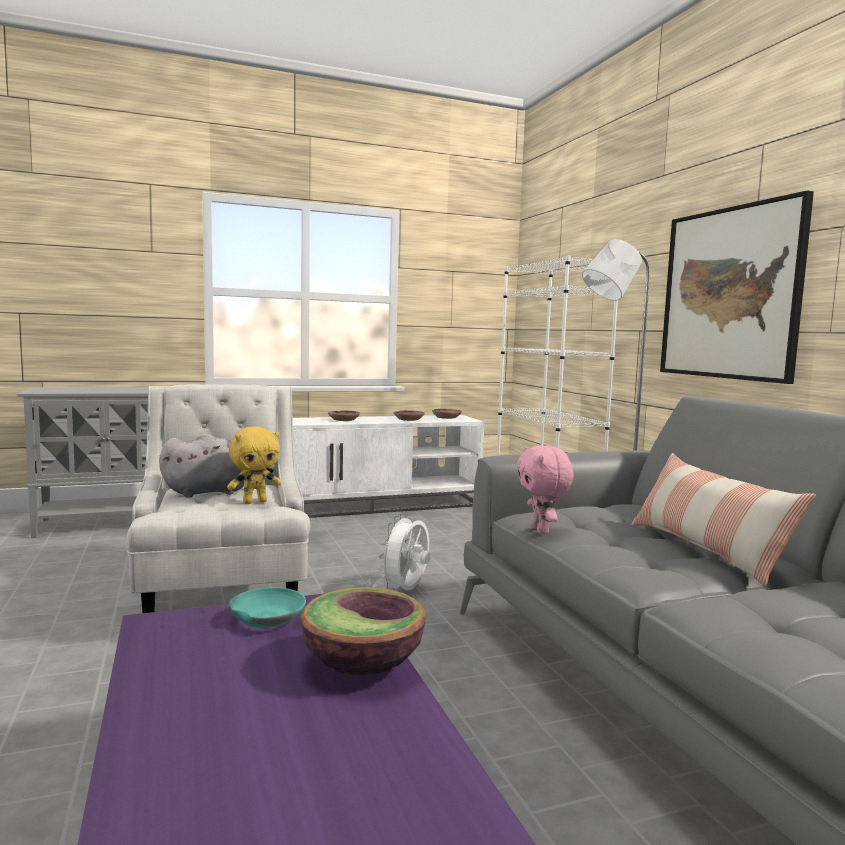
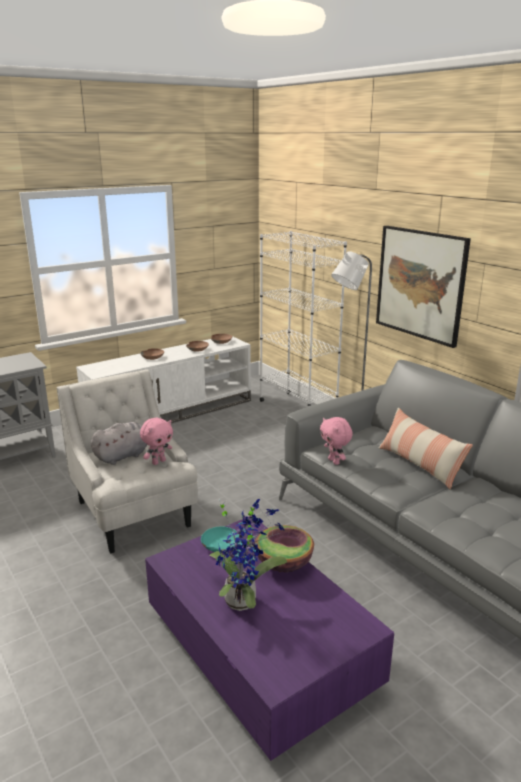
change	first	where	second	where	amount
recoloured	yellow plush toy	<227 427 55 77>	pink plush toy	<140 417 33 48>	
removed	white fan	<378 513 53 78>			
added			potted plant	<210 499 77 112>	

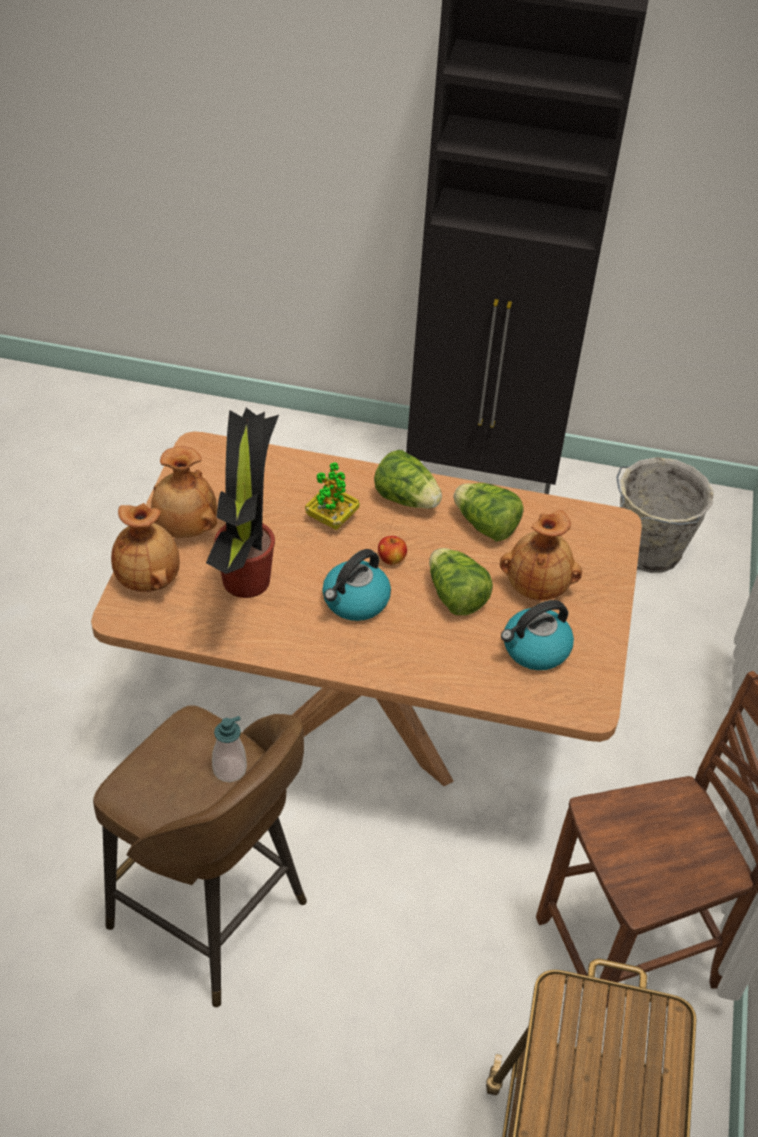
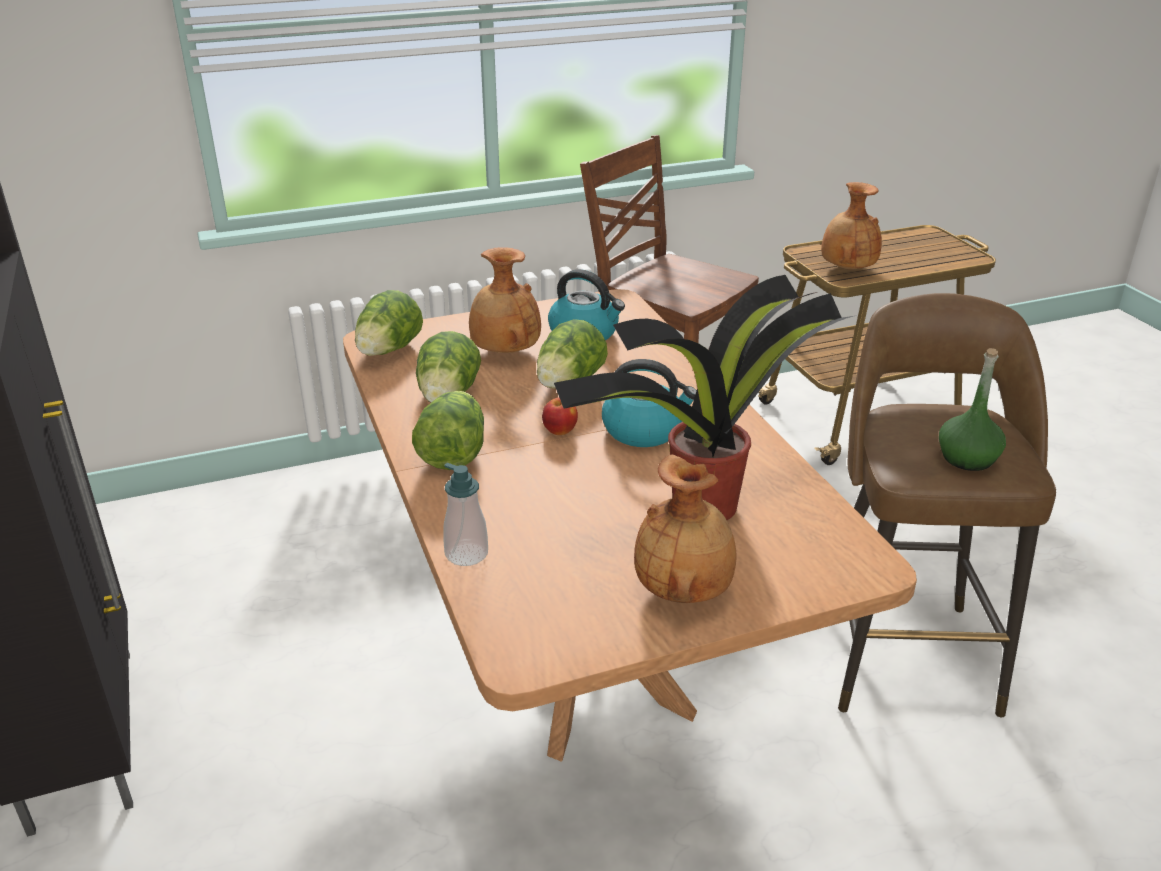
change	first	where	second	where	amount
removed	grey bucket	<616 457 98 116>			
removed	potted plant	<305 462 55 68>			
moved	brown vase	<111 503 69 89>		<821 182 61 87>	
moved	soap dispenser	<212 716 35 66>		<444 463 44 103>	
added			lettuce	<355 290 68 66>	
added			green bottle	<939 348 67 123>	

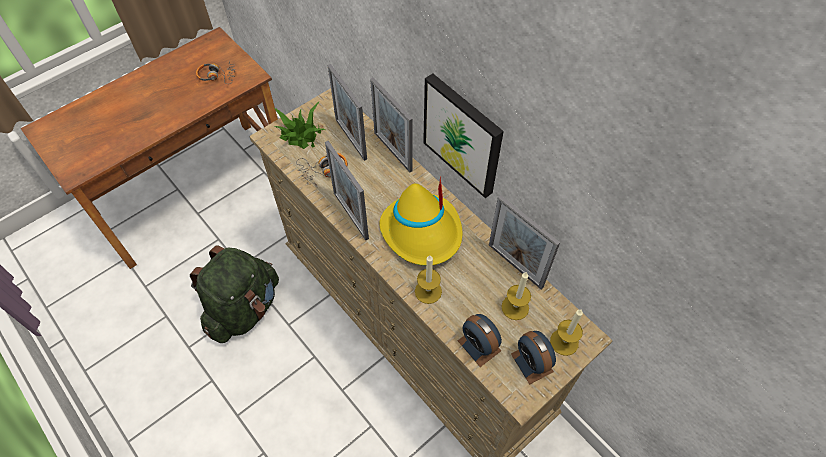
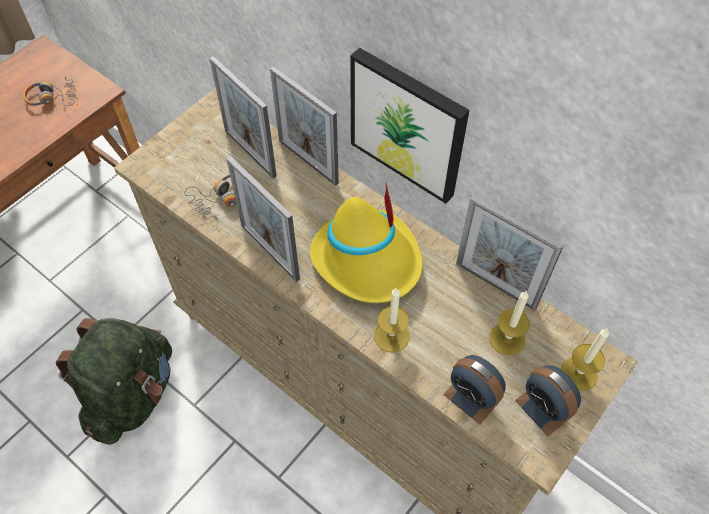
change	first	where	second	where	amount
removed	potted plant	<274 101 51 48>			

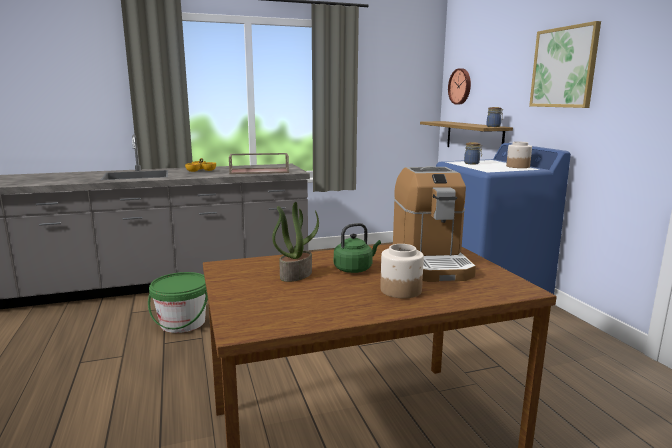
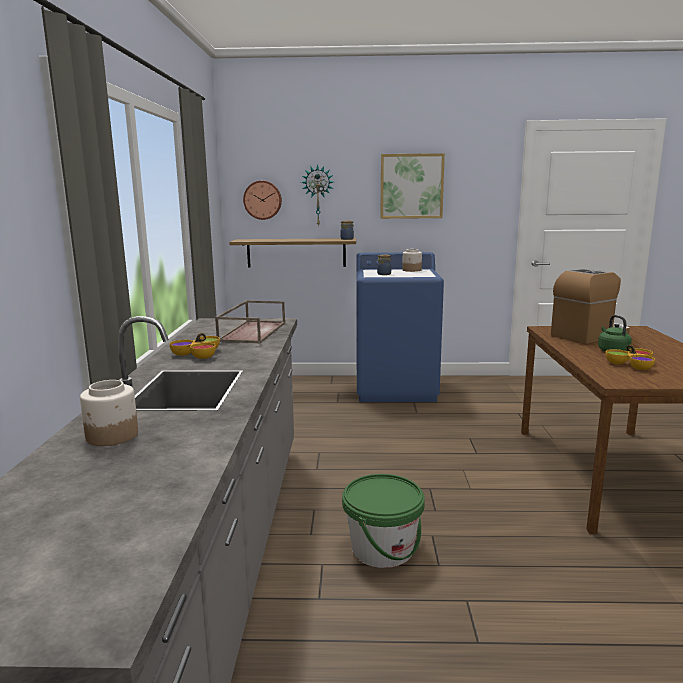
change	first	where	second	where	amount
turned	coffee machine	<393 166 83 116>		<551 269 79 75>	45 degrees counterclockwise
replaced	potted plant	<272 202 47 80>	bowl	<605 345 50 25>	
moved	jar	<380 244 44 55>		<80 380 58 66>	
added			wall clock	<301 164 32 63>	

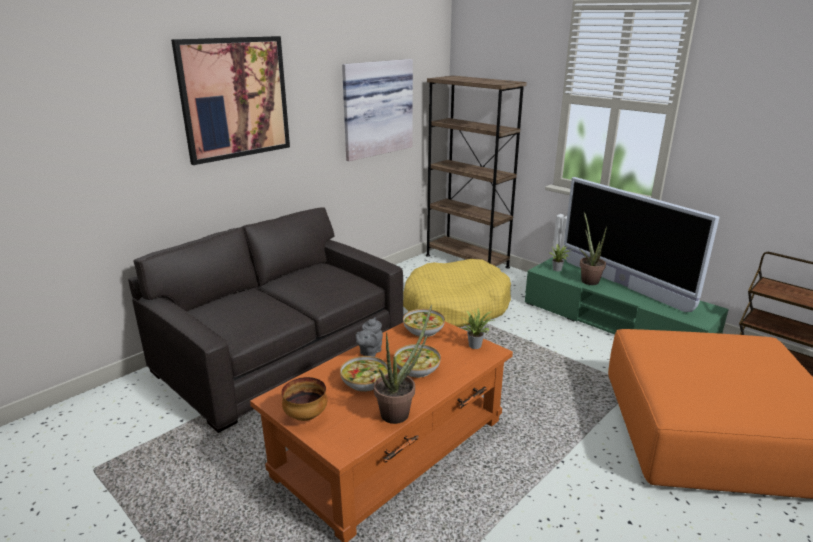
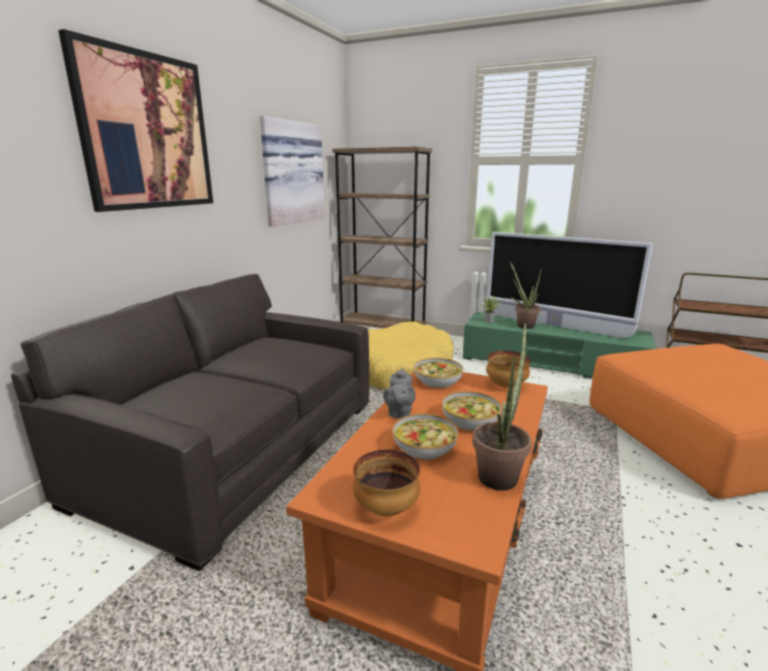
change	first	where	second	where	amount
replaced	potted plant	<460 308 34 41>	bowl	<486 351 45 37>	

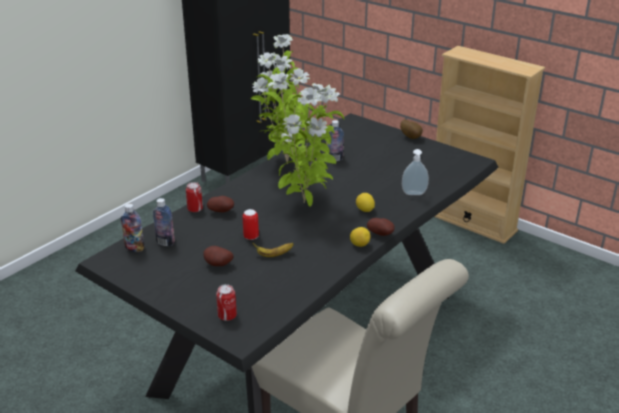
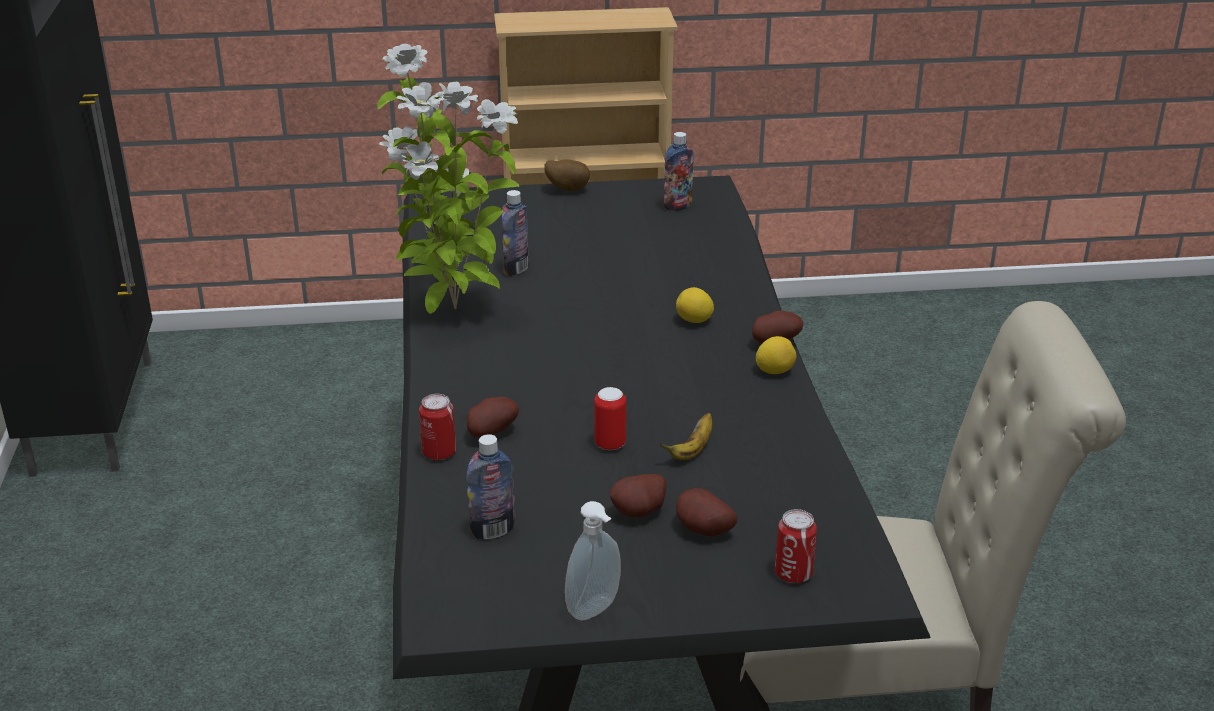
change	first	where	second	where	amount
removed	potted plant	<263 72 81 135>			
moved	soap dispenser	<402 149 27 46>		<565 501 56 119>	
moved	bottle	<121 204 24 48>		<664 132 30 79>	
added			potato	<676 488 61 48>	

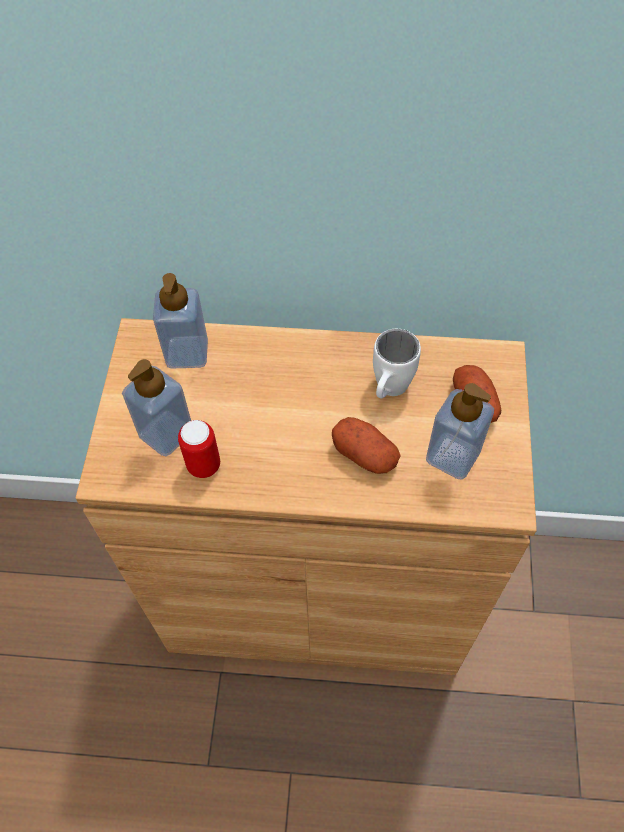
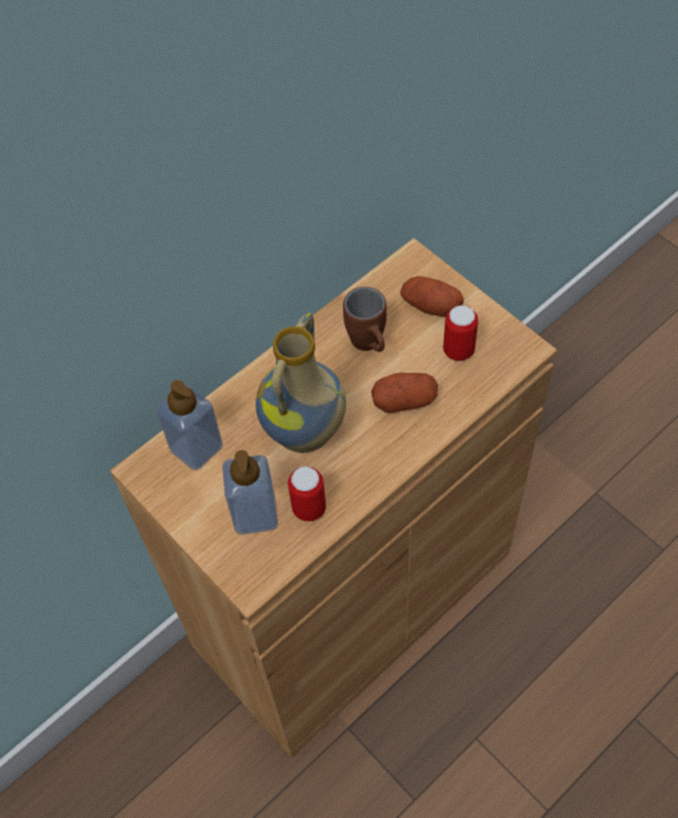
change	first	where	second	where	amount
recoloured	white mug	<373 329 48 69>	brown mug	<343 287 44 65>	
replaced	soap dispenser	<426 383 68 97>	can	<443 305 35 56>	
added			vase	<256 313 90 140>	

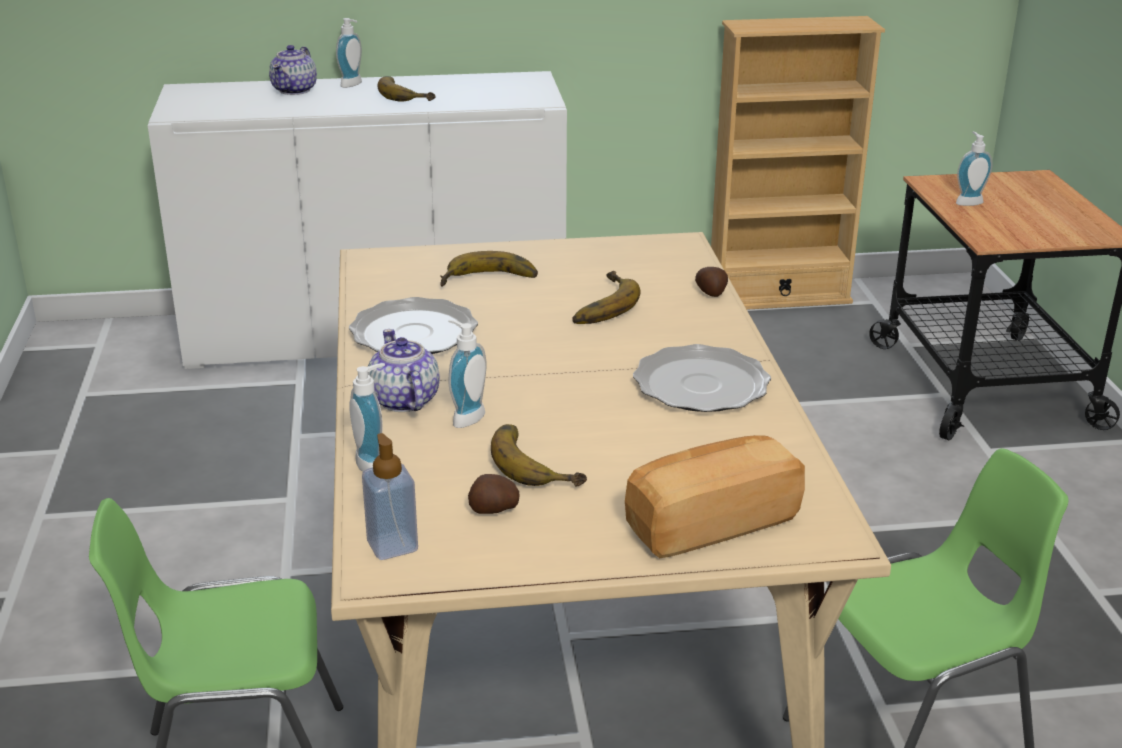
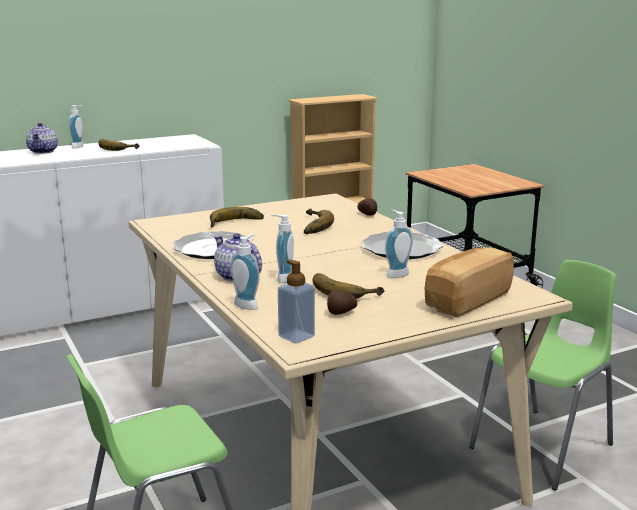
change	first	where	second	where	amount
moved	soap dispenser	<956 132 36 74>		<385 210 28 68>	

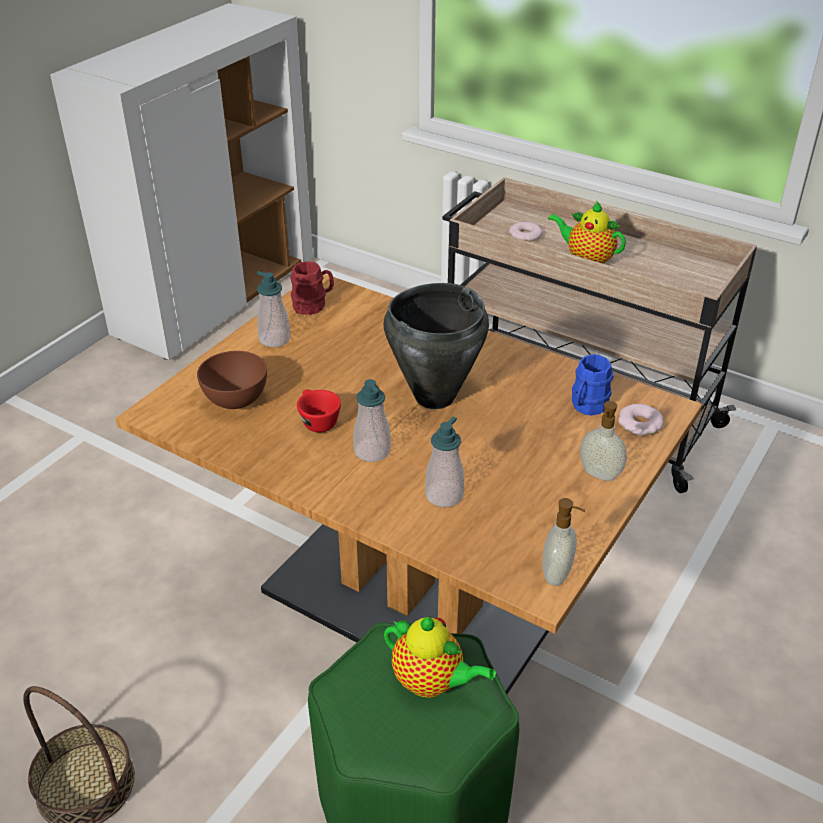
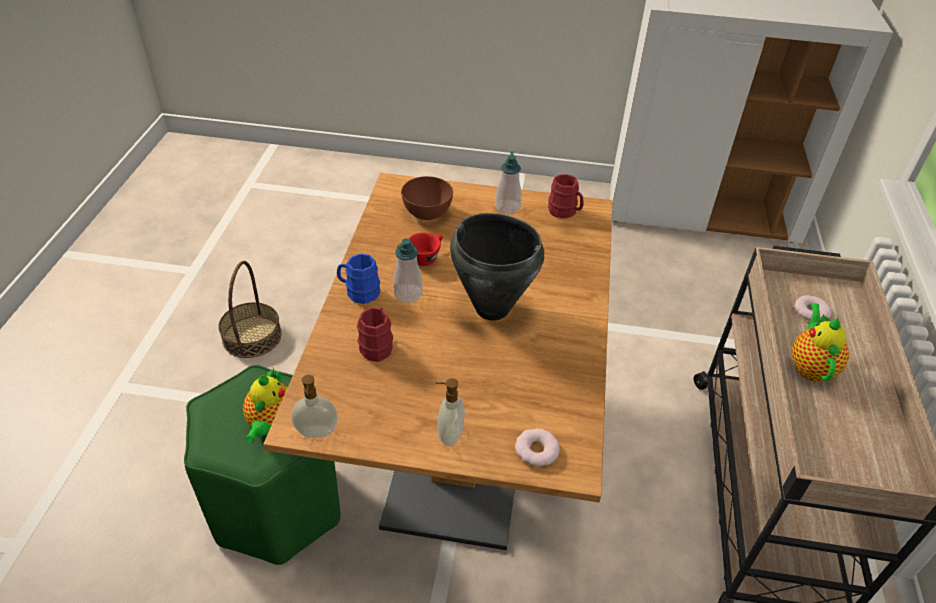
change	first	where	second	where	amount
moved	blue mug	<572 354 41 62>		<337 253 43 51>	
replaced	soap dispenser	<425 417 39 90>	red mug	<357 307 36 55>	

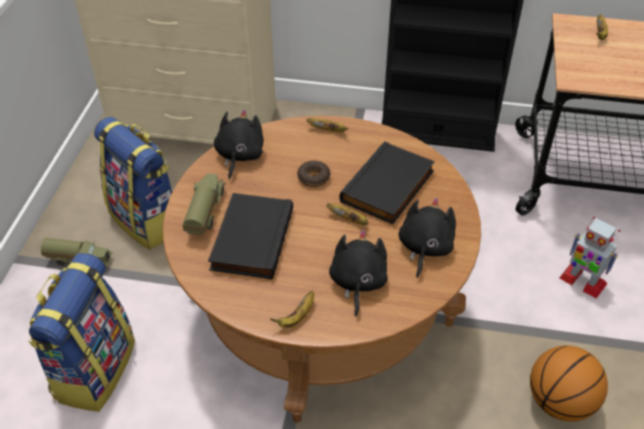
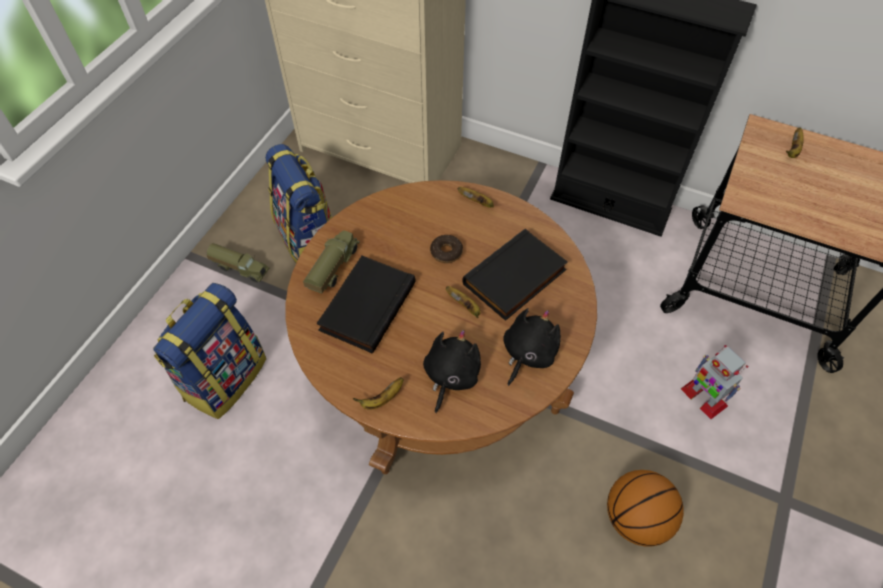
change	first	where	second	where	amount
removed	black plush toy	<214 109 50 71>			

